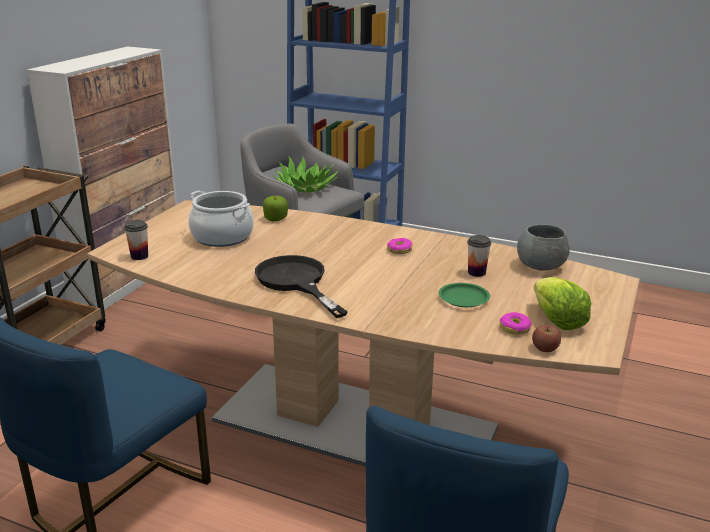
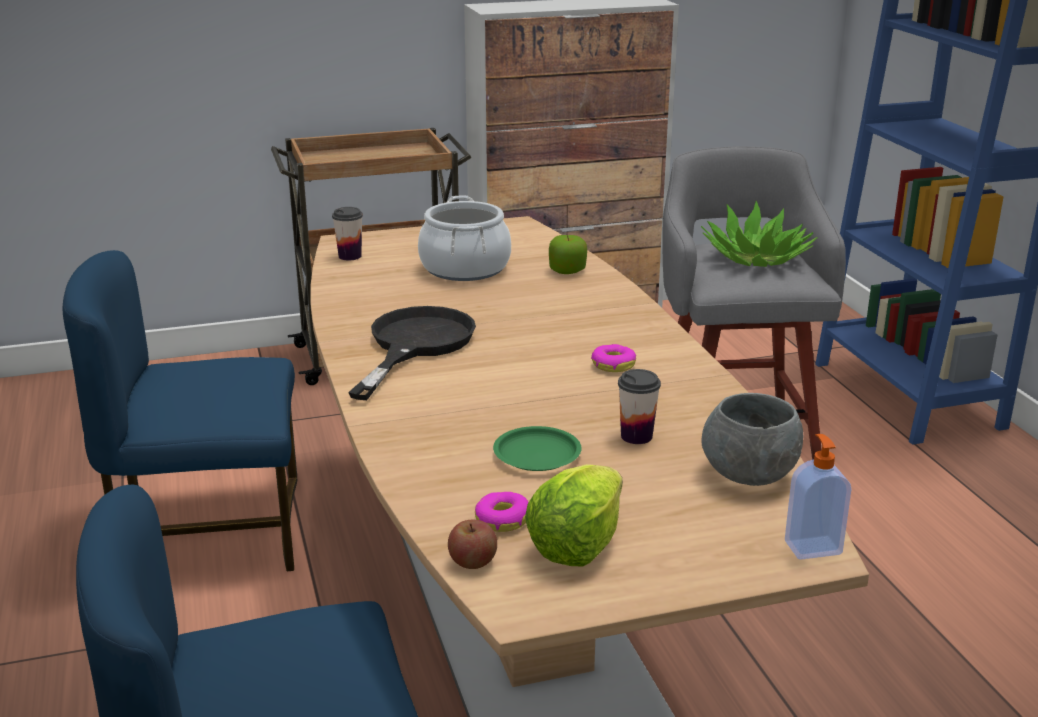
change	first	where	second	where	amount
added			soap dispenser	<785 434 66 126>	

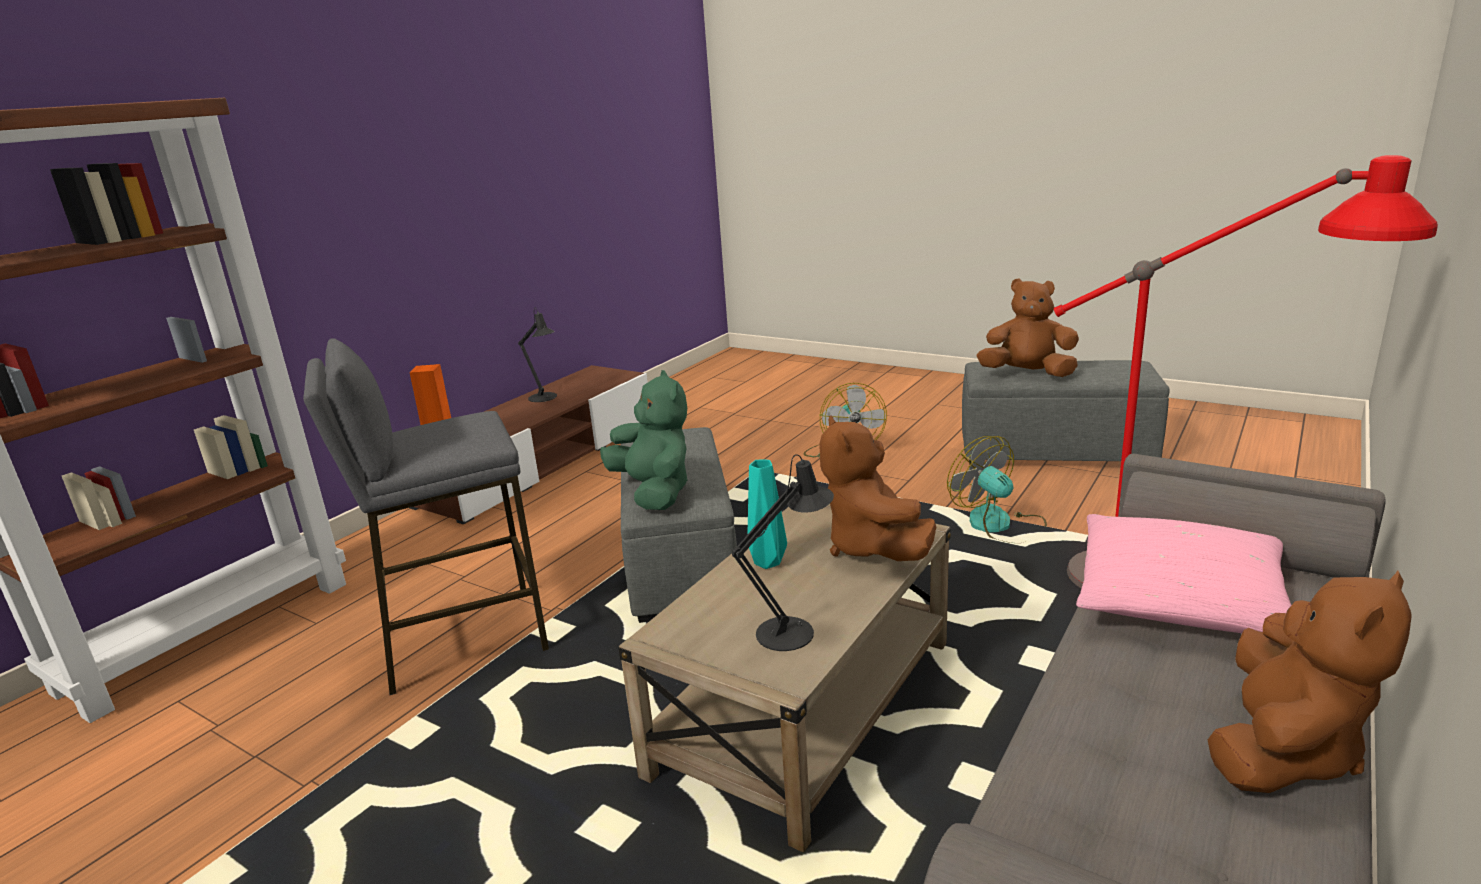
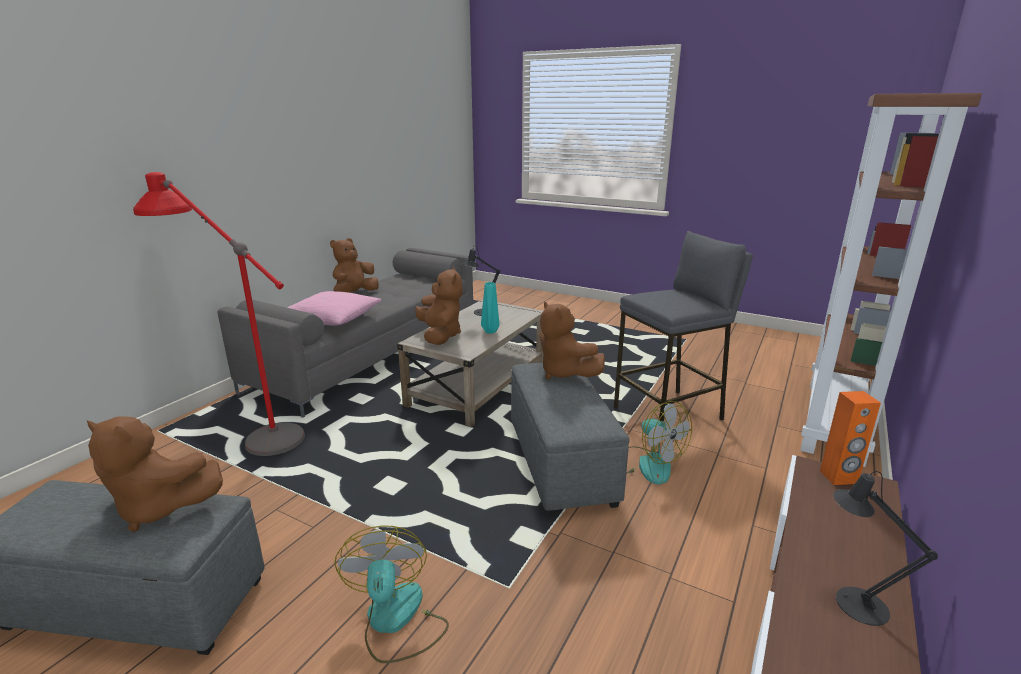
change	first	where	second	where	amount
recoloured	green plush toy	<600 370 88 140>	brown plush toy	<540 301 65 79>	
moved	fan	<947 436 100 107>		<626 401 66 84>	

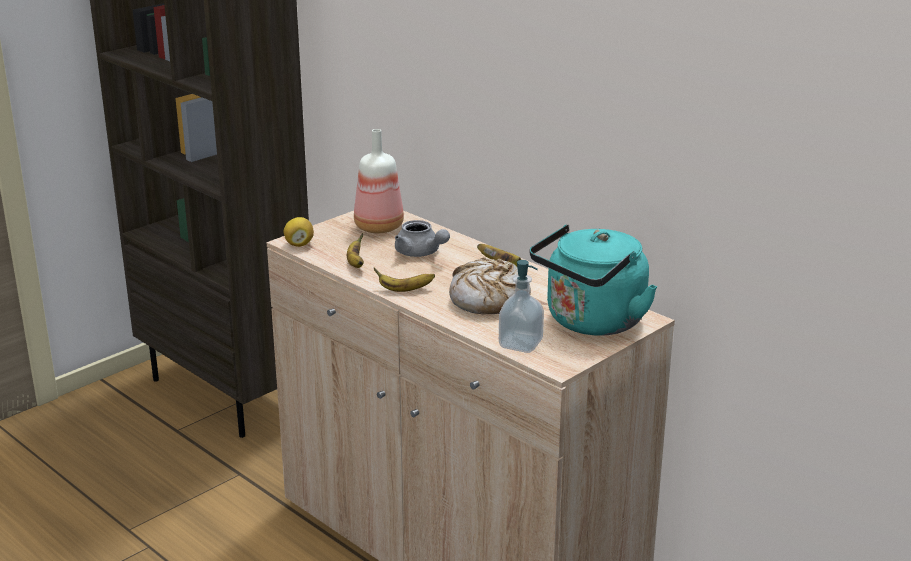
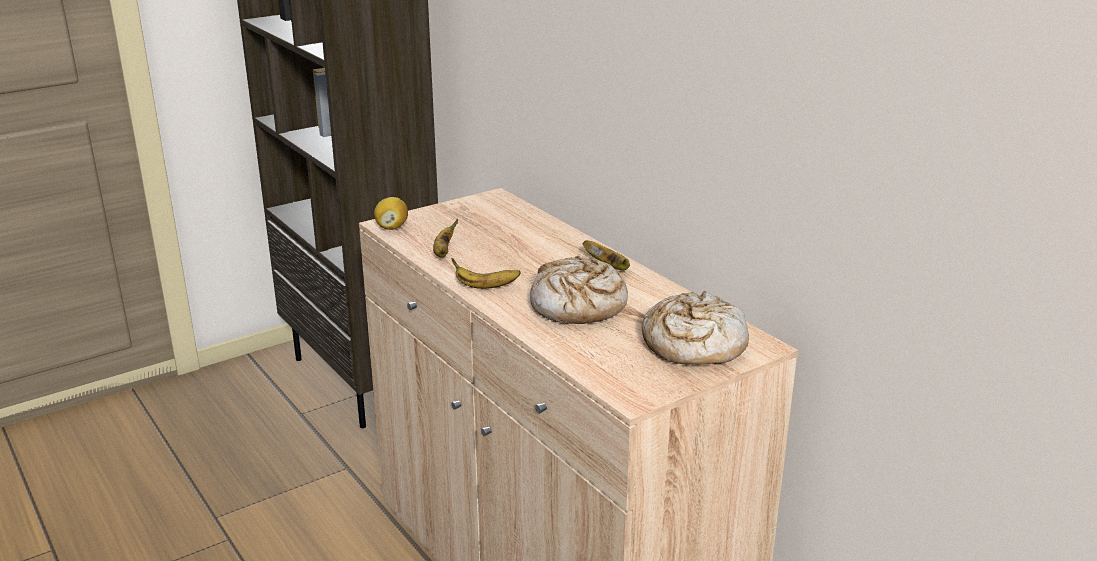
change	first	where	second	where	amount
removed	bottle	<354 129 50 104>			
removed	grey teapot	<395 220 55 37>			
replaced	turquoise kettle	<530 224 127 112>	bread	<642 291 107 73>	
removed	soap dispenser	<499 260 45 93>			

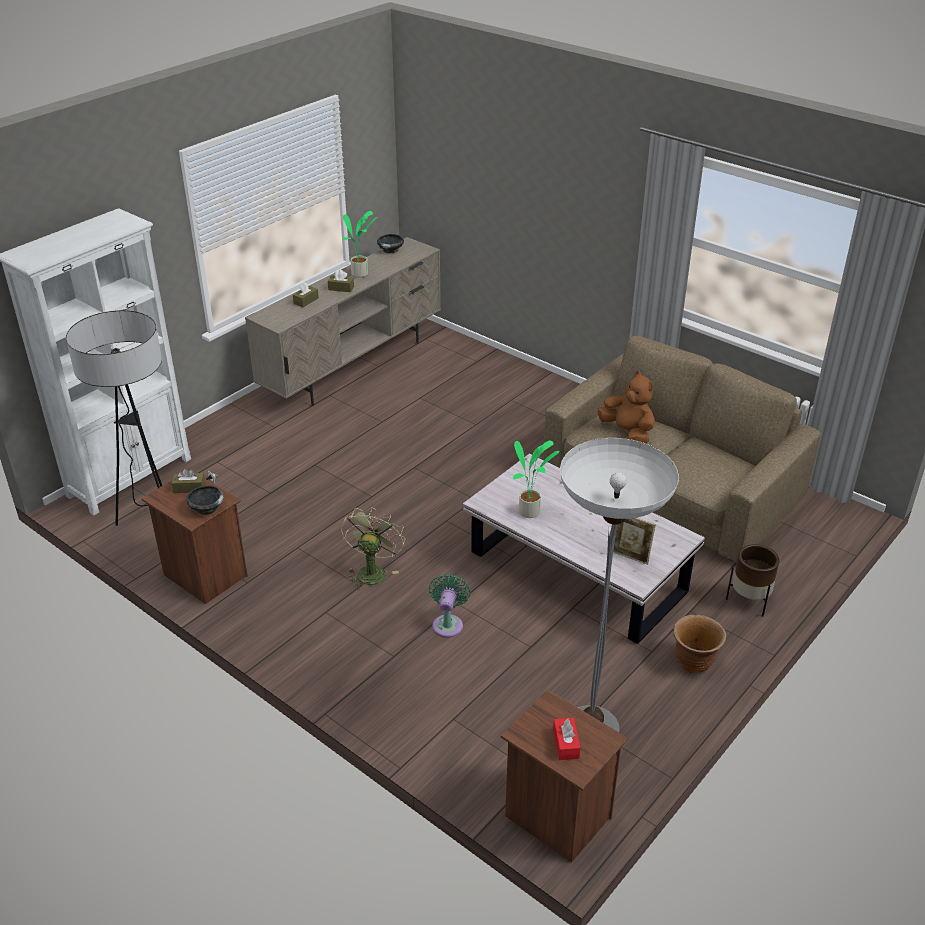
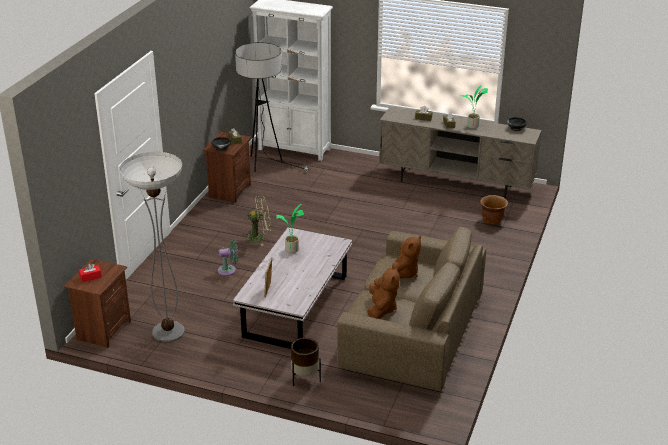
change	first	where	second	where	amount
moved	brown planter	<674 615 52 58>		<480 195 28 30>	
added			brown plush toy	<367 267 33 52>	

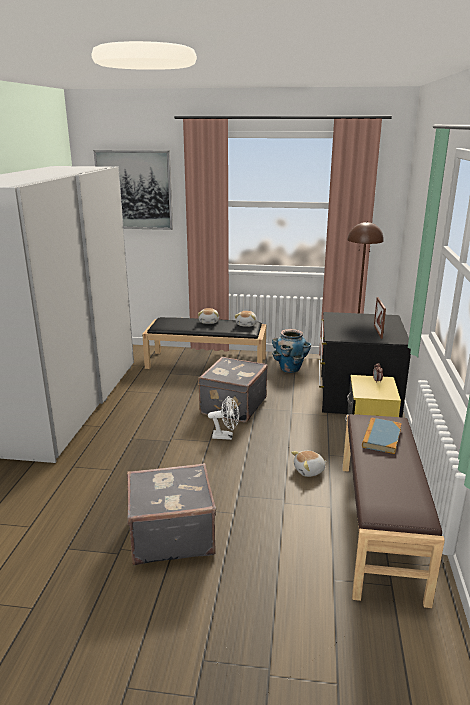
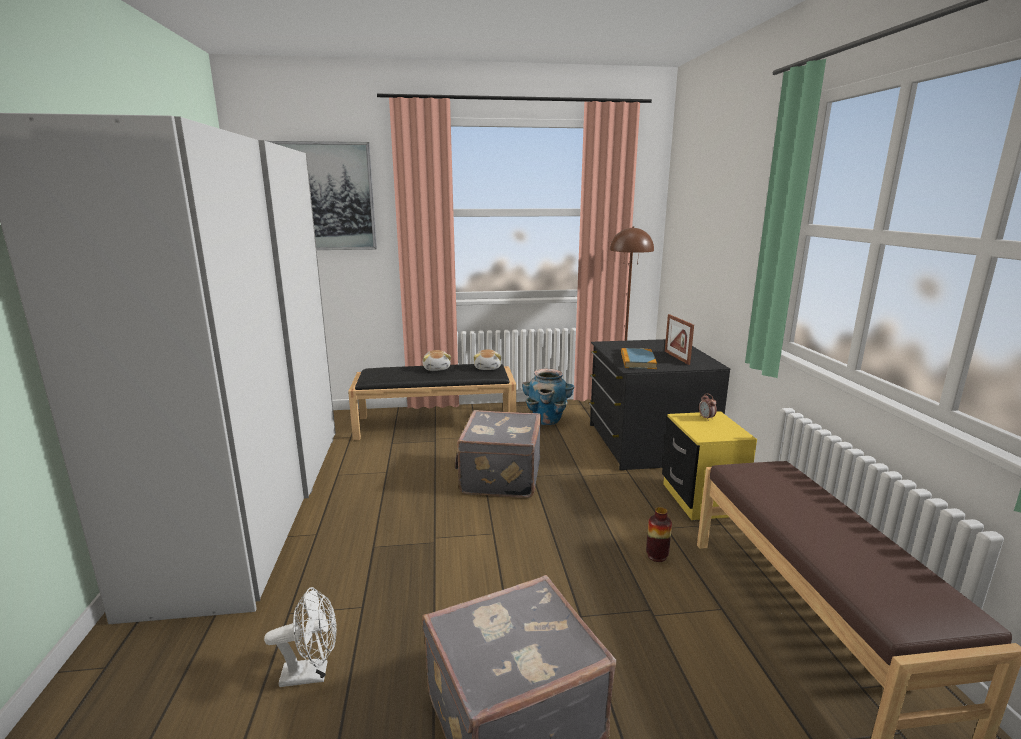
change	first	where	second	where	amount
moved	white fan	<208 396 31 44>		<264 587 73 100>	
moved	book	<362 417 40 37>		<621 348 36 21>	
replaced	plush toy	<291 451 36 26>	vase	<646 507 26 55>	

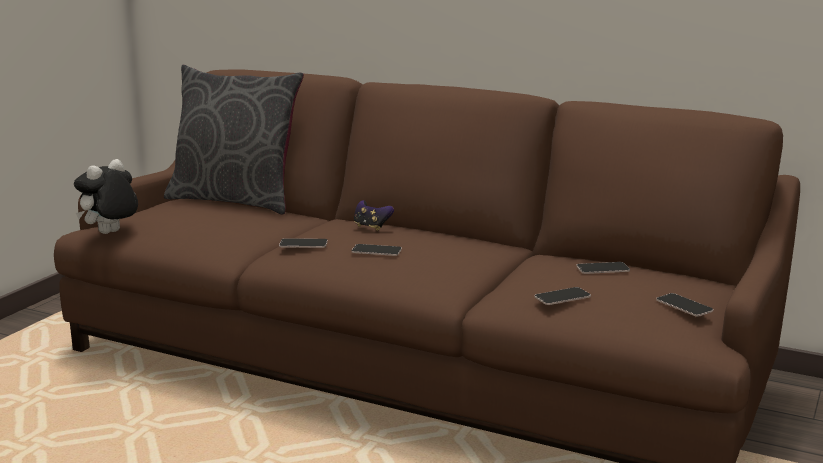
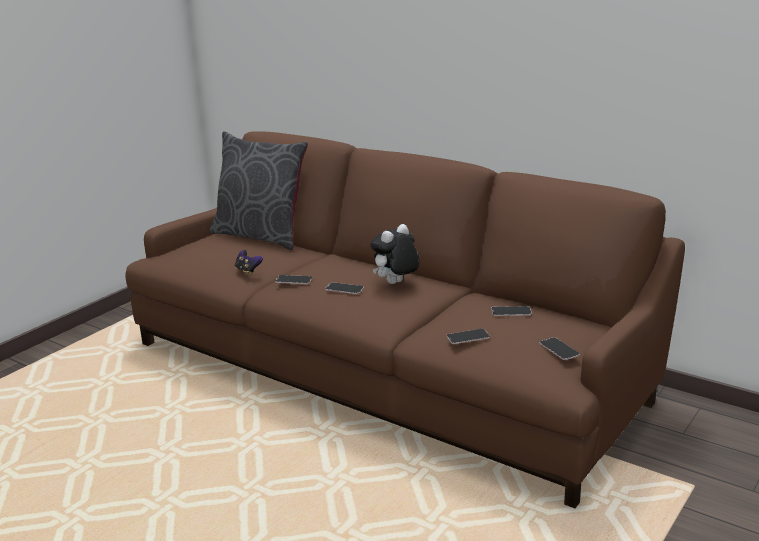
change	first	where	second	where	amount
moved	plush toy	<74 159 64 75>		<370 224 50 60>	
moved	game controller	<354 200 40 31>		<235 250 28 25>	

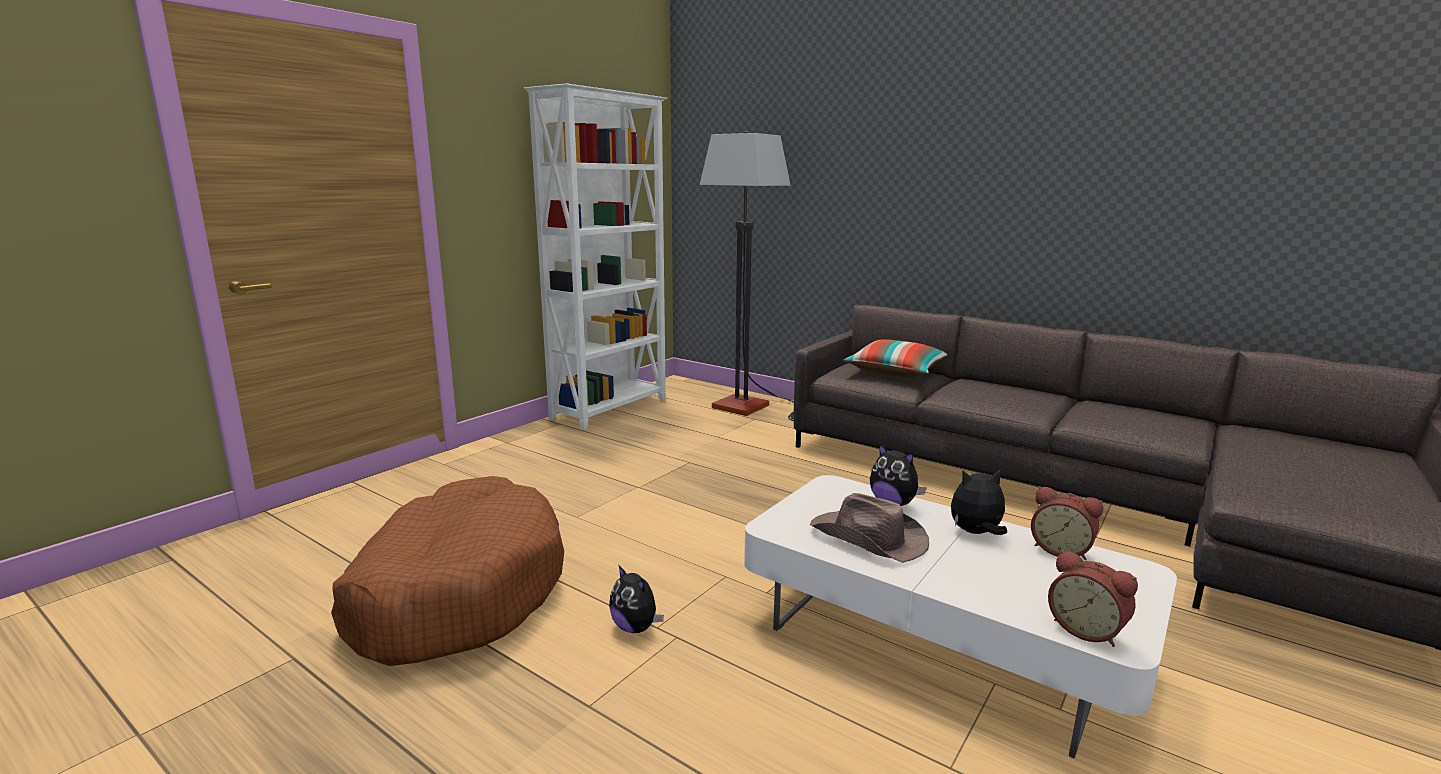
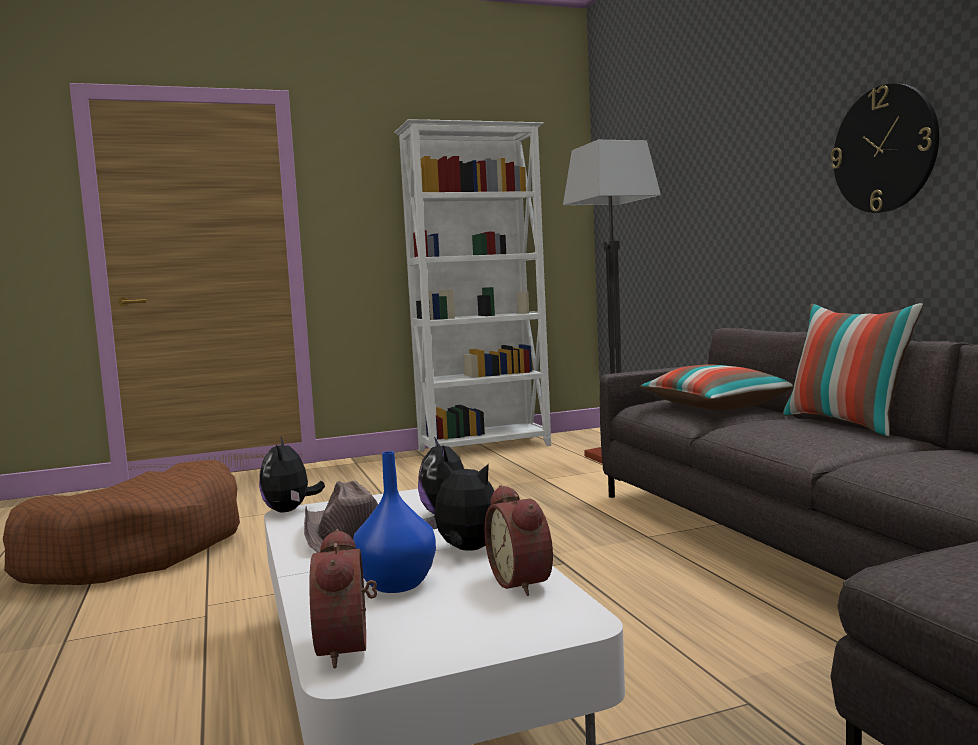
change	first	where	second	where	amount
moved	plush toy	<609 564 55 69>		<259 436 66 76>	
added			wall clock	<831 83 108 130>	
added			pillow	<783 303 140 133>	
added			blue vase	<353 451 83 142>	

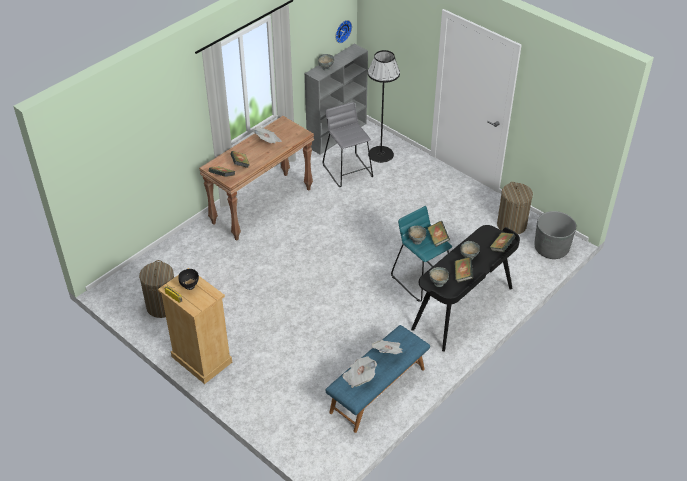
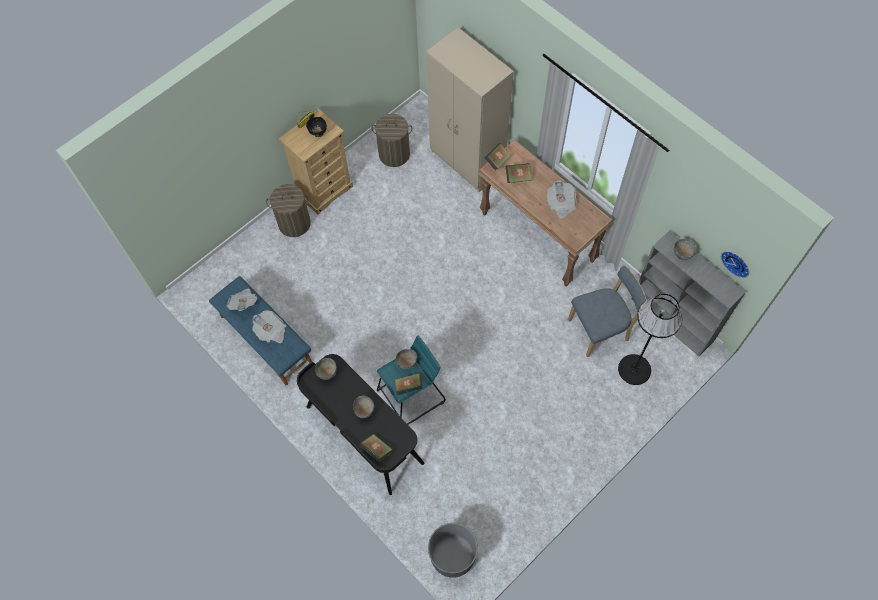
change	first	where	second	where	amount
replaced	grey stool	<323 102 50 85>	blue chair	<568 266 79 91>	
moved	laundry basket	<497 182 36 52>		<266 184 45 53>	
removed	book	<455 257 18 25>			
added			beige wardrobe	<426 28 88 164>	

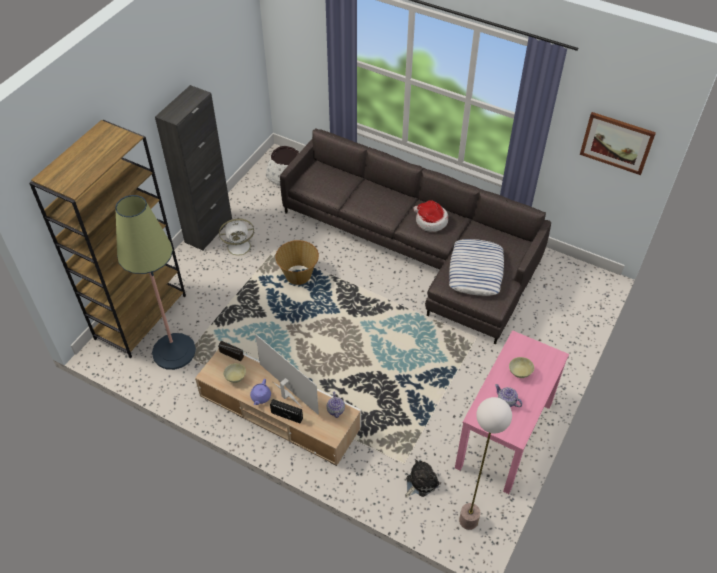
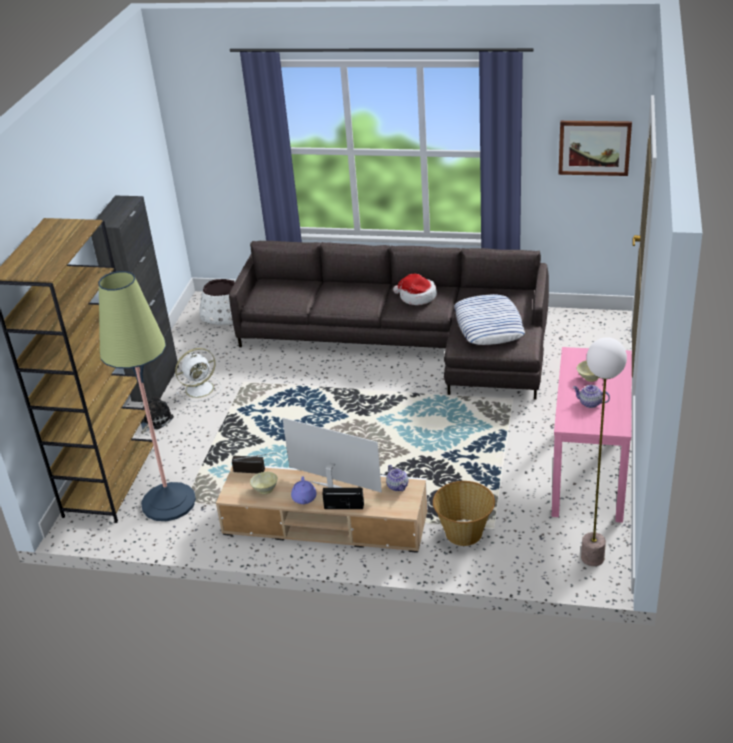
change	first	where	second	where	amount
moved	basket	<275 240 44 45>		<433 481 62 65>	
moved	plush toy	<405 460 34 38>		<141 397 33 37>	

